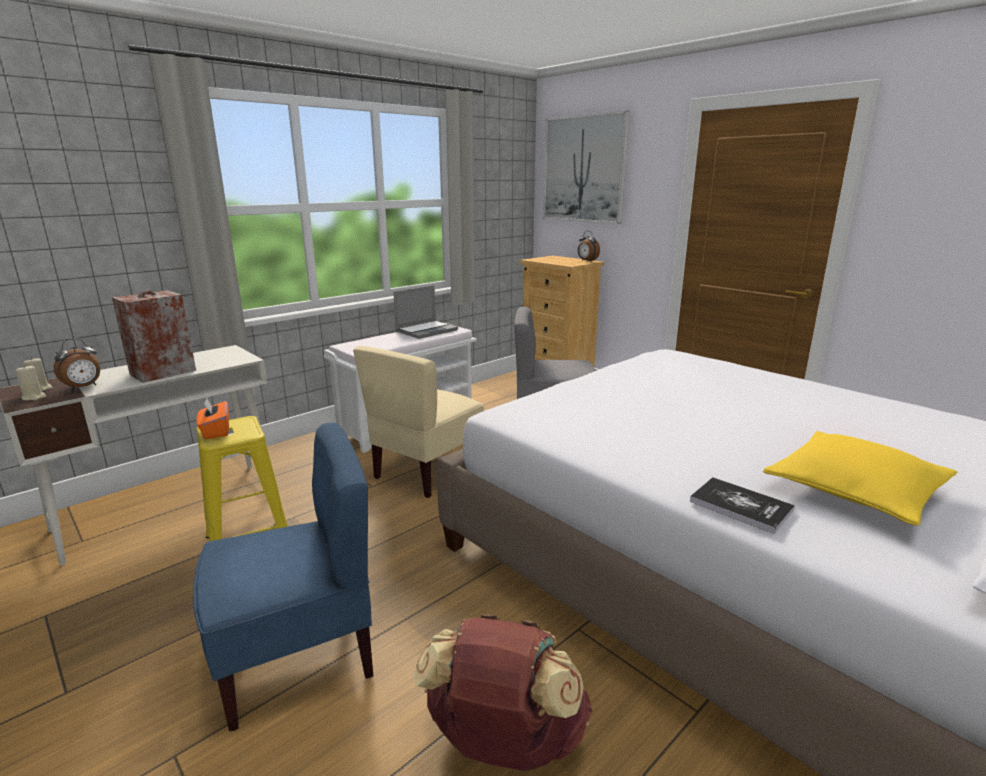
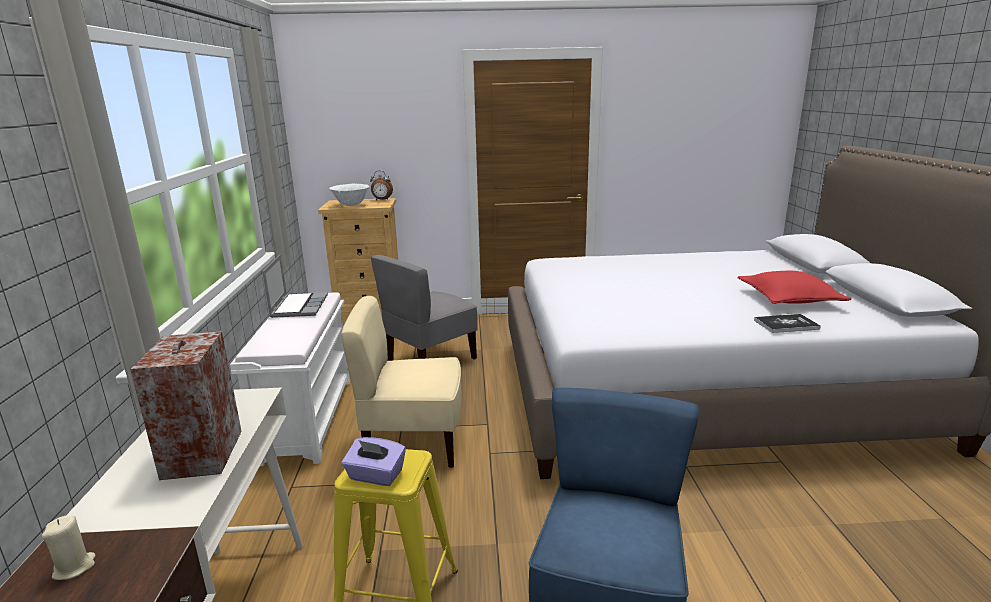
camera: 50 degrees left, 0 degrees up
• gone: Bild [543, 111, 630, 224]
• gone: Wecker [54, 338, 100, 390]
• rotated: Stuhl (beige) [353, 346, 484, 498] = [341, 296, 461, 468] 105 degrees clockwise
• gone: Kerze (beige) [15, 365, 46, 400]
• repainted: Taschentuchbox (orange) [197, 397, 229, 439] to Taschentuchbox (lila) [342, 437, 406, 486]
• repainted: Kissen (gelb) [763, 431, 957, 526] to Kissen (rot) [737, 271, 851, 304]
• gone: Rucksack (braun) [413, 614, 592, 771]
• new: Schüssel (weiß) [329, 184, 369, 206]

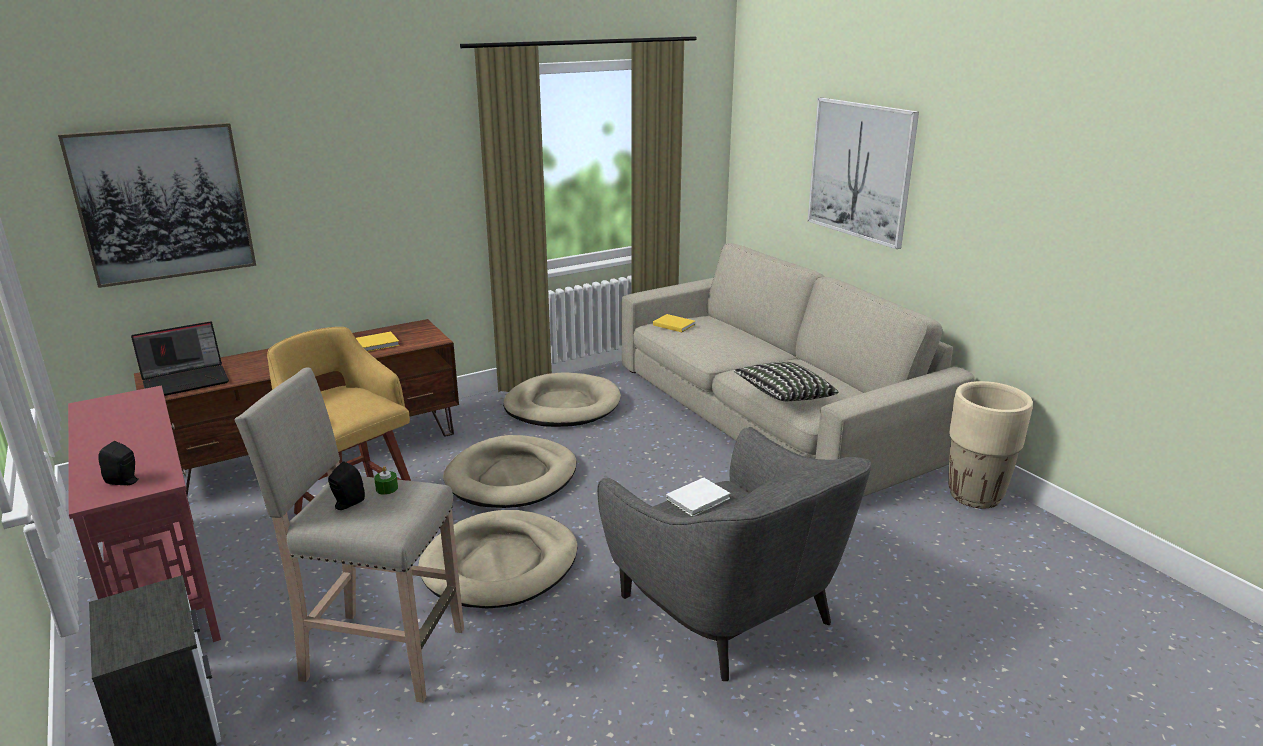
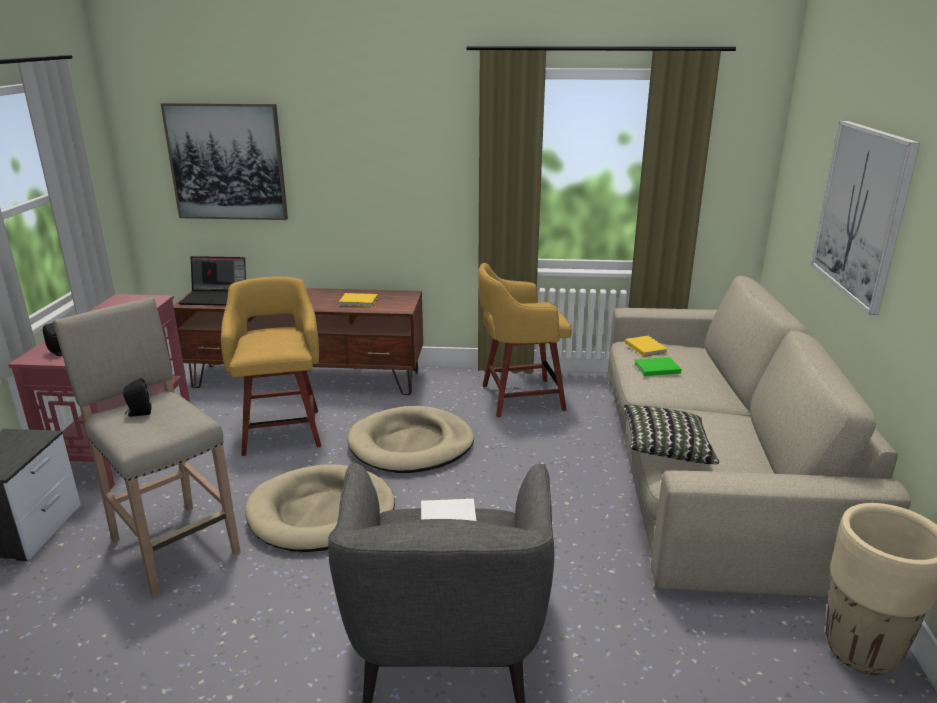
camera: 35 degrees right, 0 degrees up
• swapped: Hundebett (beige) [503, 372, 621, 427] to Hocker (gelb) [478, 263, 572, 417]
• gone: Kerze (grün) [374, 466, 398, 495]
• new: Buch (grün) [634, 357, 681, 376]

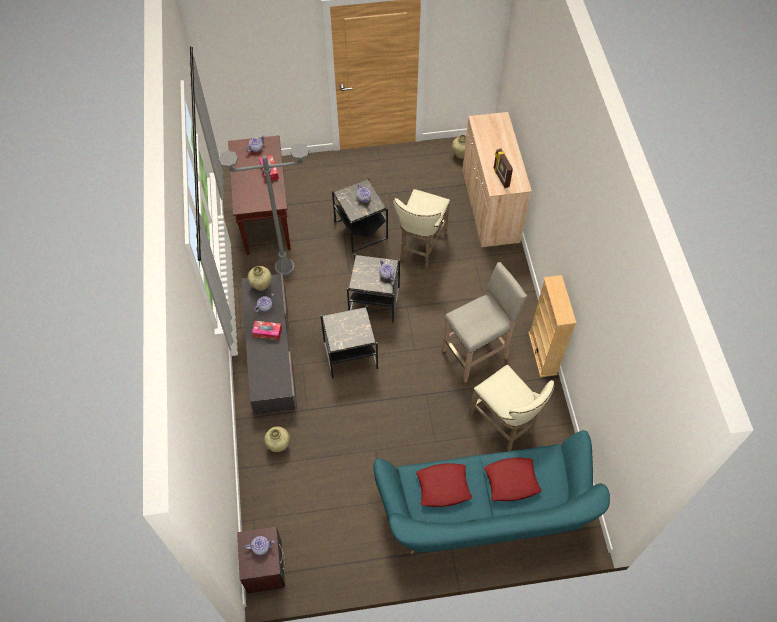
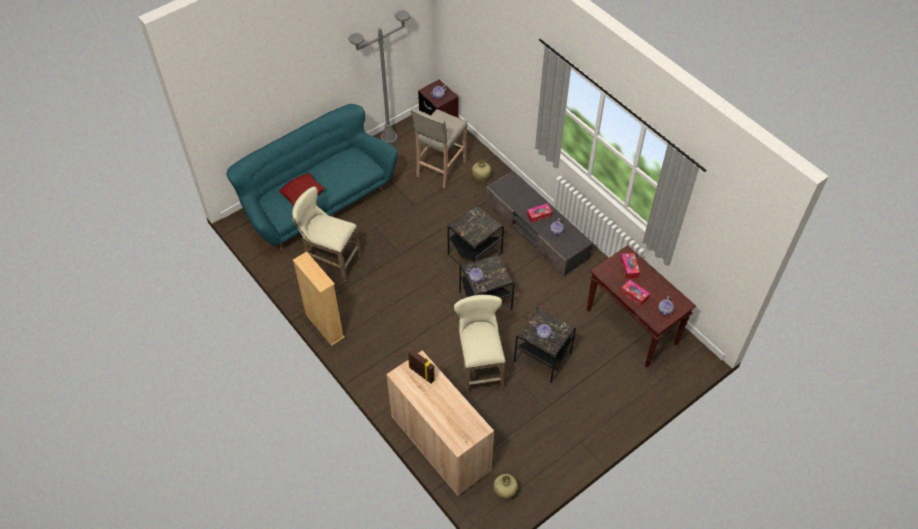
camera: 150 degrees right, 5 degrees down
• shifted: Stehlampe (grau) [219, 143, 309, 276] to [348, 10, 411, 144]
• shifted: Hocker (beige) [442, 262, 527, 382] to [411, 108, 468, 189]
• gone: Vase (beige) [248, 266, 272, 291]
• gone: Kissen (rot) [416, 463, 472, 507]
• new: Taschentuchbox [620, 253, 640, 279]

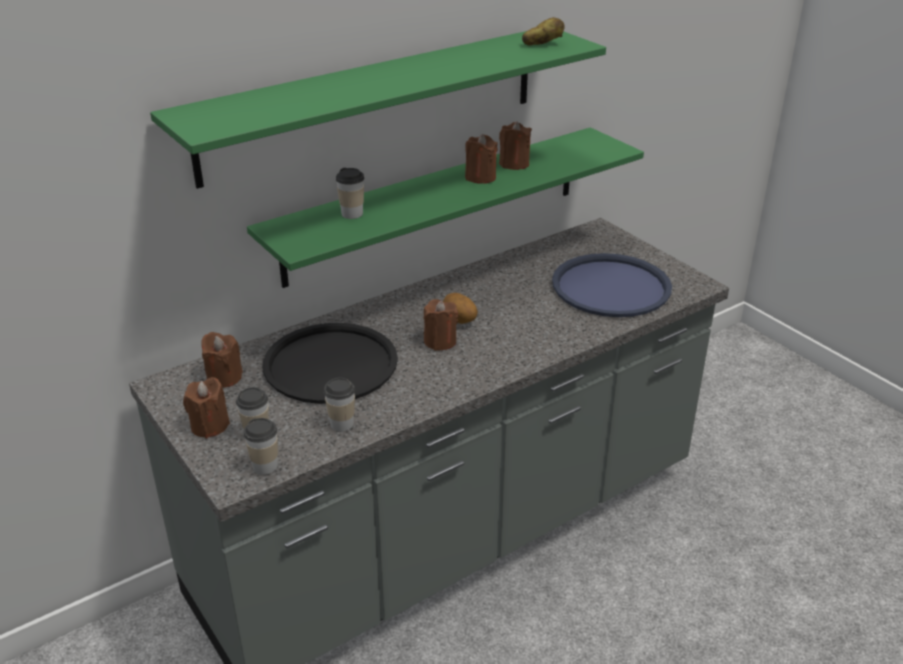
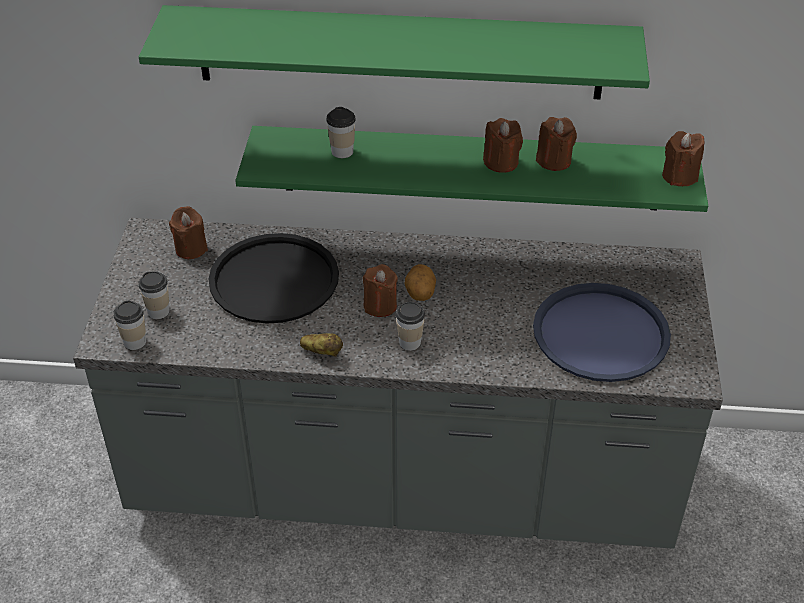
camera: 40 degrees right, 10 degrees up
• shifted: Kartoffel [522, 17, 565, 45] to [300, 333, 343, 357]
• shifted: Kerze (braun) [183, 377, 230, 438] to [662, 131, 705, 186]
• shifted: Tasse [324, 378, 355, 432] to [396, 302, 425, 351]

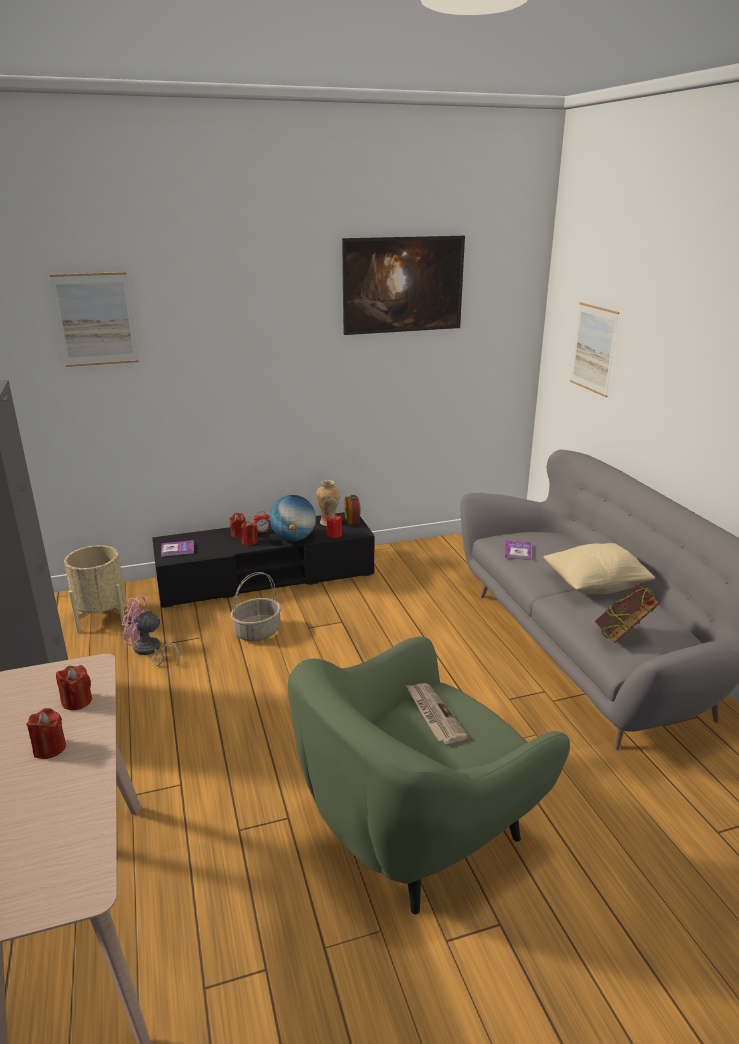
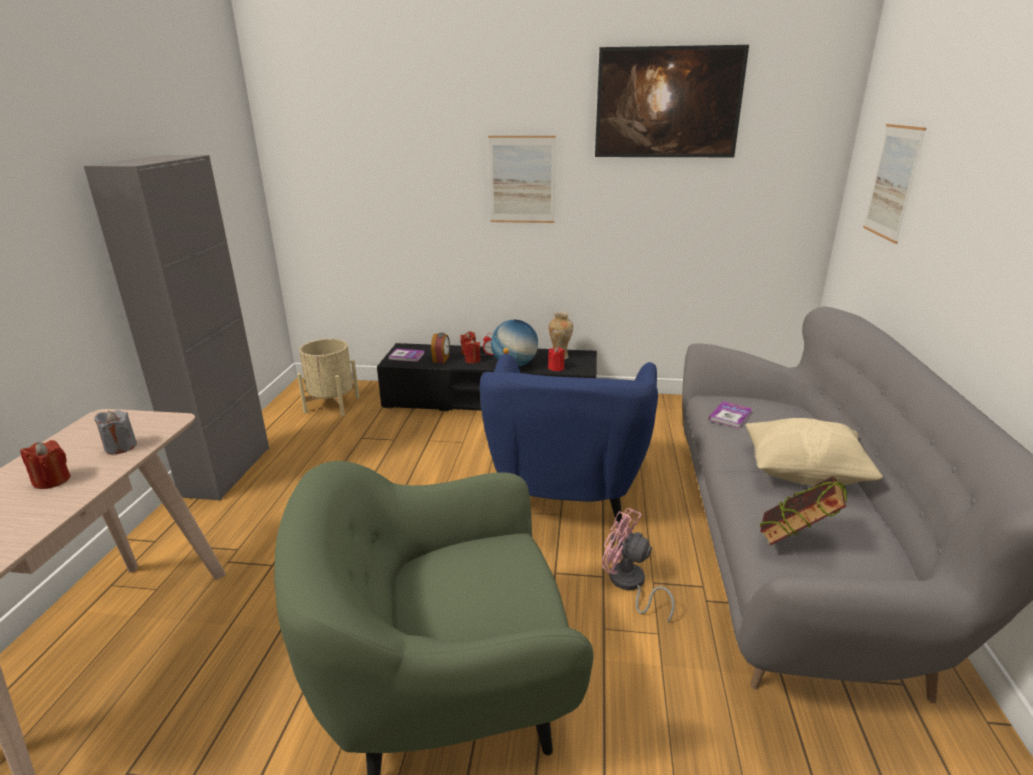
camera: 25 degrees right, 0 degrees up
• shifted: Bild [50, 272, 139, 367] to [488, 136, 556, 223]
• shifted: Wecker [344, 495, 361, 524] to [431, 333, 450, 363]
• gone: Korb [231, 572, 281, 641]
• shifted: Ventilator (rosa) [122, 596, 180, 666] to [602, 508, 675, 622]
• repainted: Kerze (rot) [56, 665, 92, 710] to Kerze (grau) [94, 410, 137, 454]
• gone: Zeitung [406, 683, 468, 744]
• new: Sessel (blau) [480, 354, 658, 523]

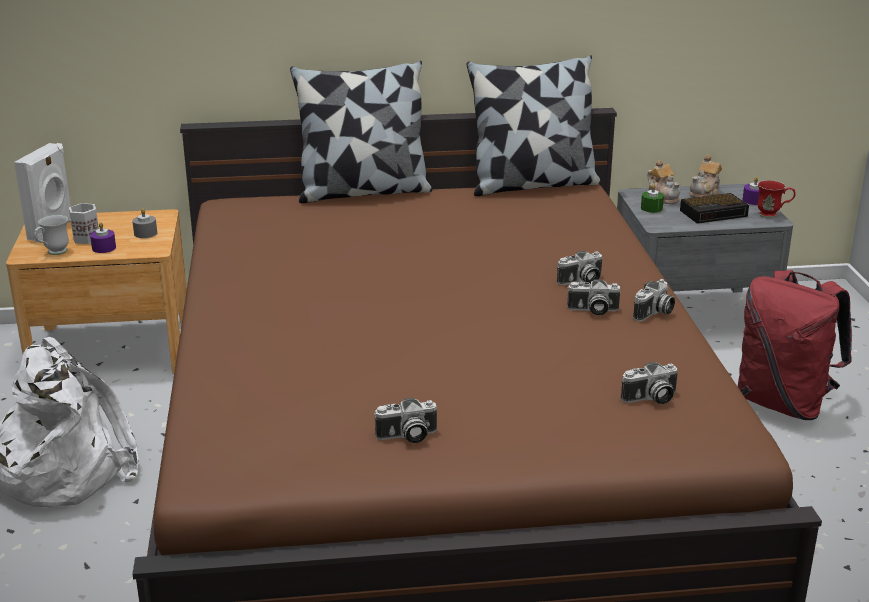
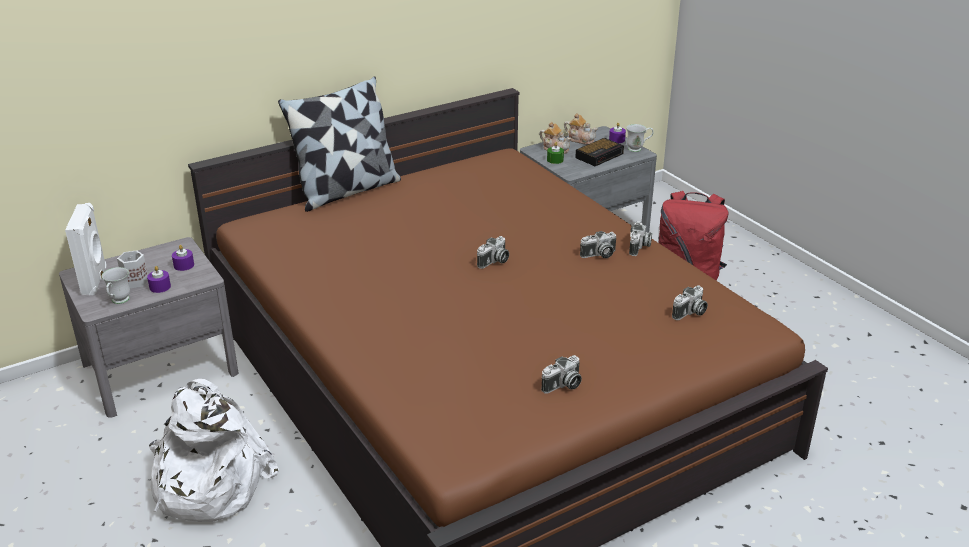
camera: 25 degrees left, 5 degrees up
• gone: Kissen [466, 55, 601, 196]
• rotated: Teekanne [689, 155, 722, 198] = [564, 113, 598, 145] 75 degrees counterclockwise
• repainted: Henkelbecher (rot) [757, 180, 796, 218] to Henkelbecher (weiß) [626, 124, 654, 152]
• repainted: Kerze (grau) [132, 208, 157, 238] to Kerze (lila) [172, 245, 194, 271]
• repainted: Nachttisch (braun) [6, 209, 187, 374] to Nachttisch (grau) [59, 237, 238, 418]
• shifted: Kamera [557, 251, 602, 285] to [477, 236, 509, 269]

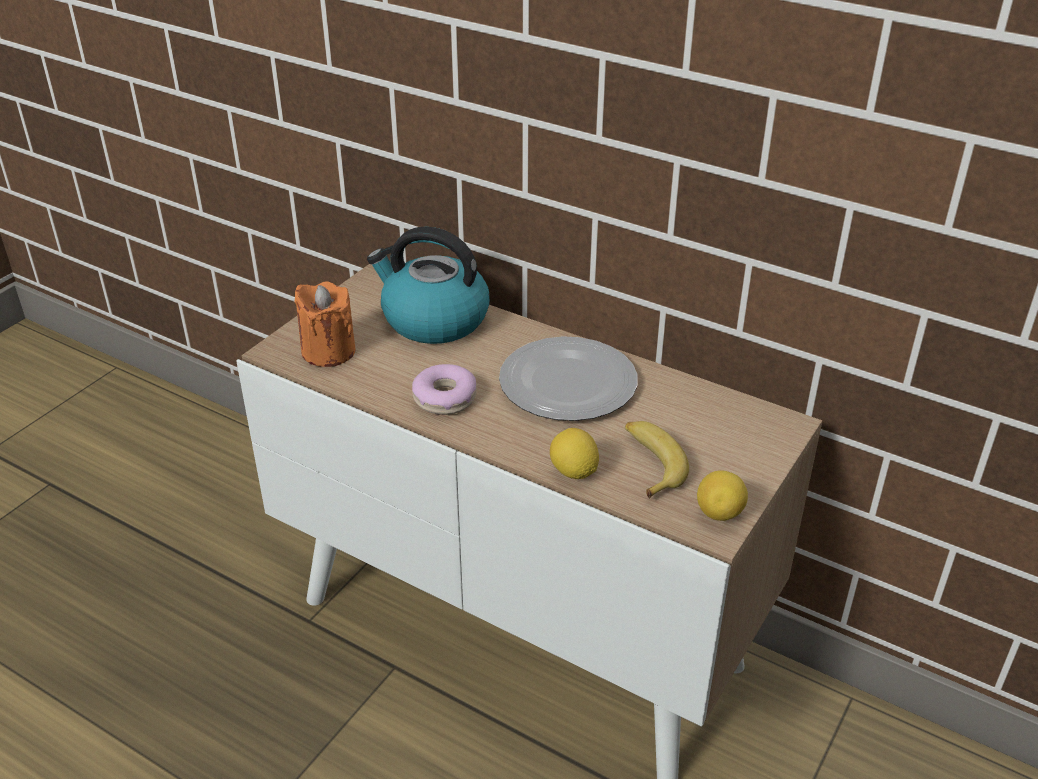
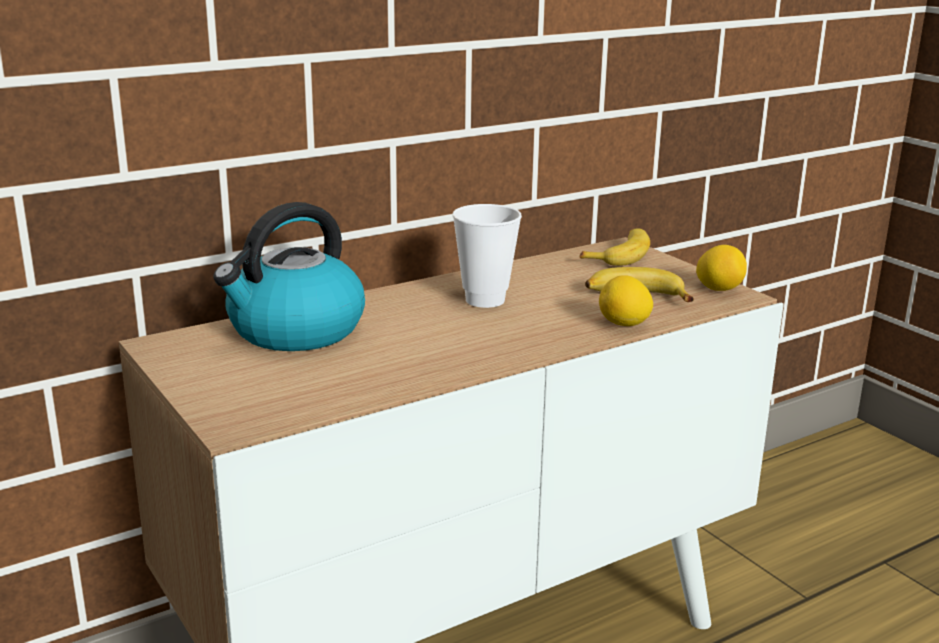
camera: 65 degrees left, 15 degrees down
• gone: Kerze (orange) [294, 281, 355, 367]
• swapped: Teller [499, 336, 638, 421] to Tasse [453, 204, 522, 308]
• gone: Donut [412, 364, 477, 415]
• new: Banane [579, 228, 650, 266]

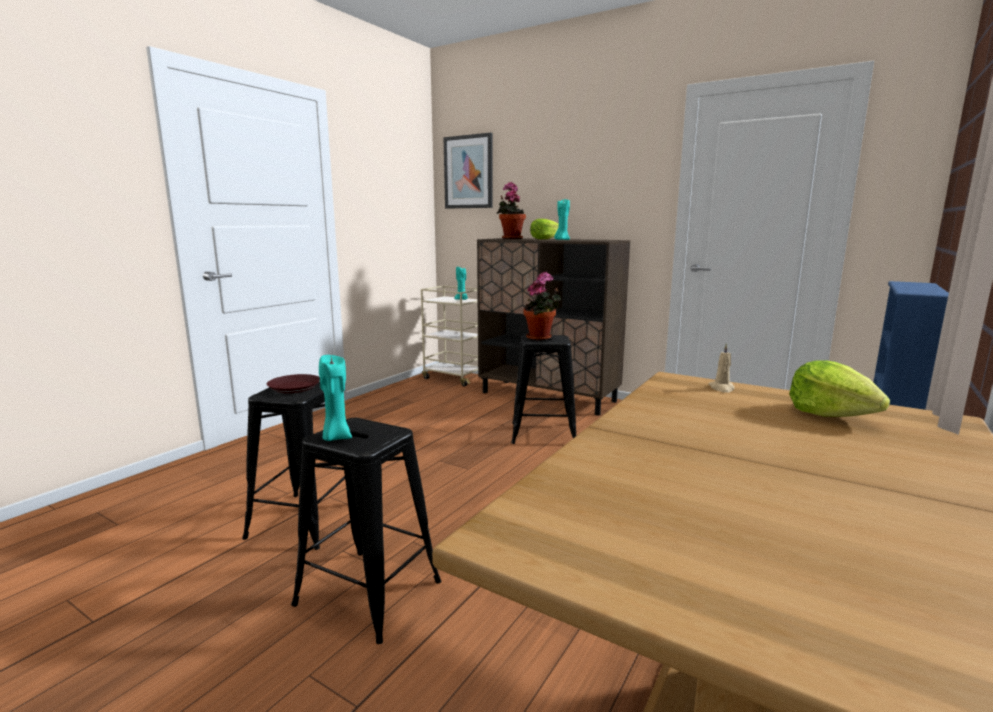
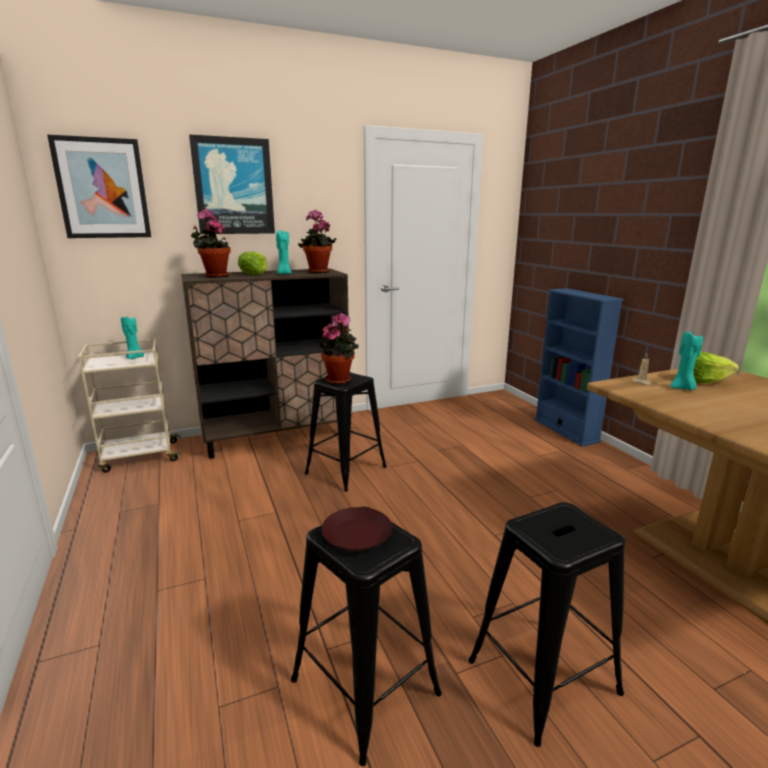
camera: 55 degrees left, 5 degrees up
• shifted: Kerze (türkis) [319, 355, 352, 441] to [671, 332, 703, 390]
• new: Bild [189, 134, 275, 234]
• new: Topfpflanze [298, 210, 336, 273]

